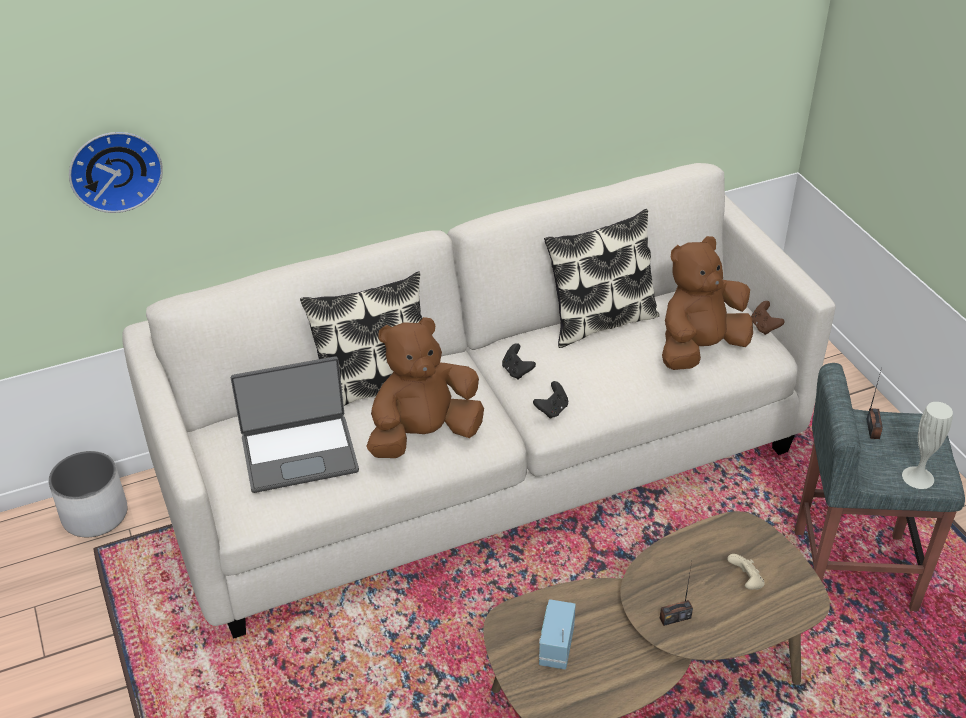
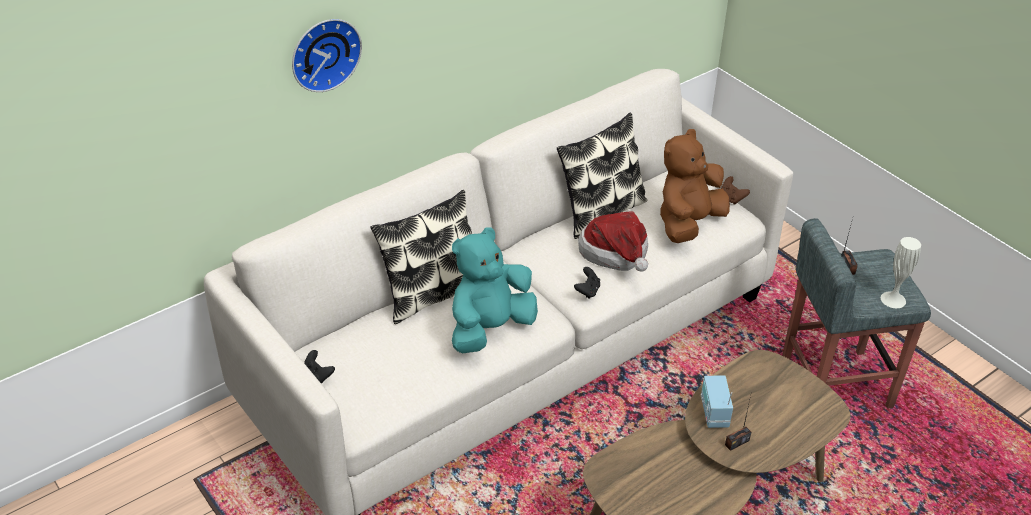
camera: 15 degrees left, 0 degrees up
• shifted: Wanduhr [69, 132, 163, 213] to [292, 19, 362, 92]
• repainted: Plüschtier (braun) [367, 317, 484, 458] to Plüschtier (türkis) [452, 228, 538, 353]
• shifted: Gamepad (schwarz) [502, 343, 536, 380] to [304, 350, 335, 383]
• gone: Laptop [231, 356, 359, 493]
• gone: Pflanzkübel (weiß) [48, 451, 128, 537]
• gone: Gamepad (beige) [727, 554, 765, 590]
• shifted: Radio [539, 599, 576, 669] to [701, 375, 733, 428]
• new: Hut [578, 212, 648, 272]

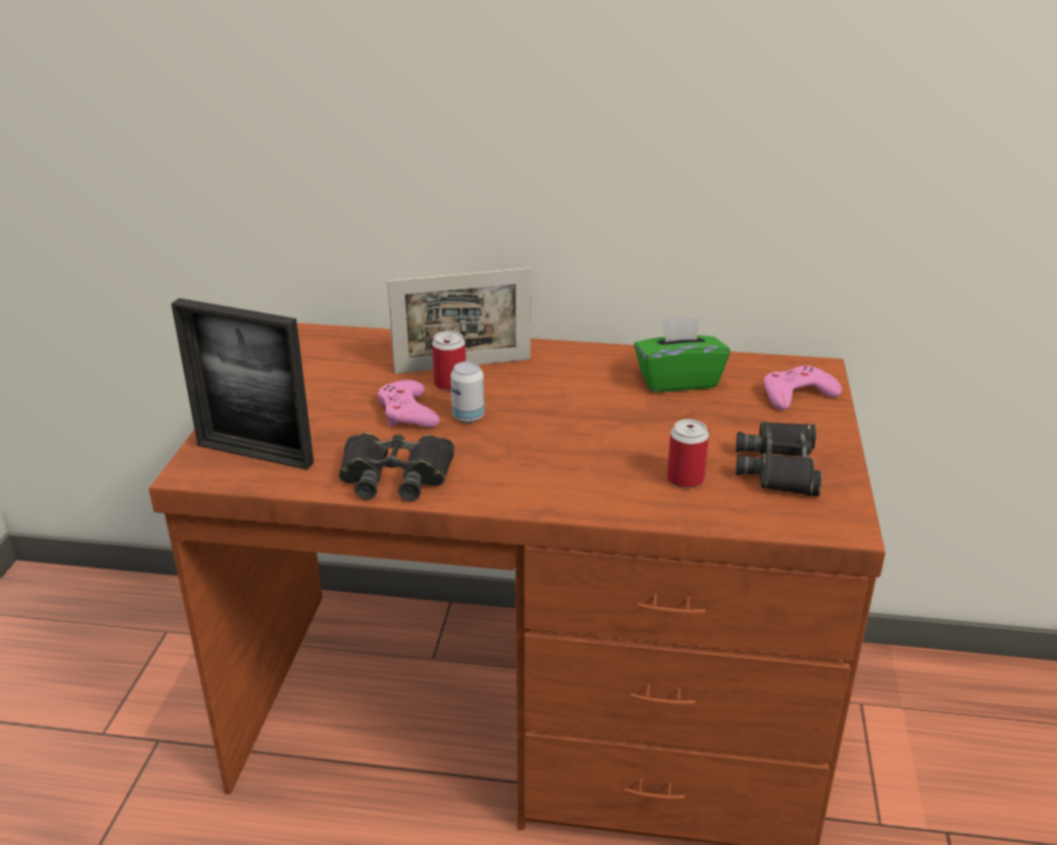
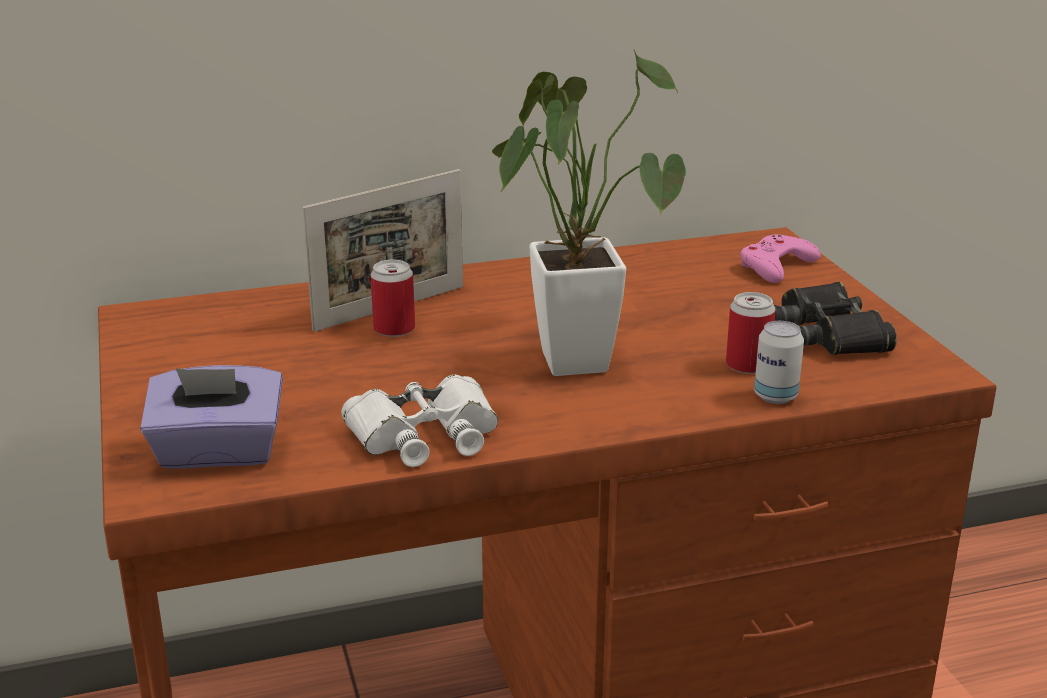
camera: 25 degrees left, 5 degrees down
• swapped: Bilderrahmen [171, 298, 314, 470] to Taschentuchbox (lila) [140, 365, 283, 469]
• gone: Taschentuchbox (grün) [634, 317, 730, 392]
• shifted: Dose [451, 361, 485, 423] to [754, 321, 804, 404]
• gone: Gamepad (rosa) [378, 380, 440, 427]
• repainted: Fernglas (schwarz) [339, 433, 455, 501] to Fernglas (weiß) [342, 374, 498, 467]
• new: Topfpflanze [492, 50, 686, 376]

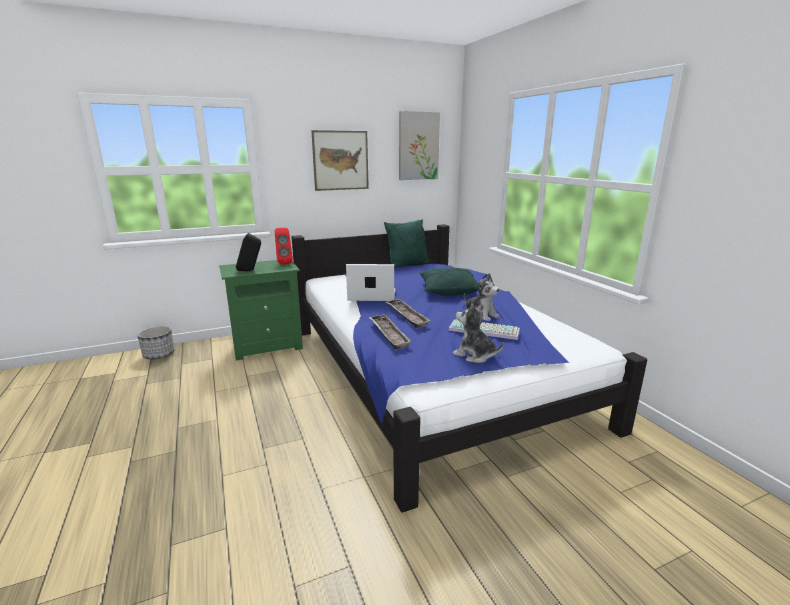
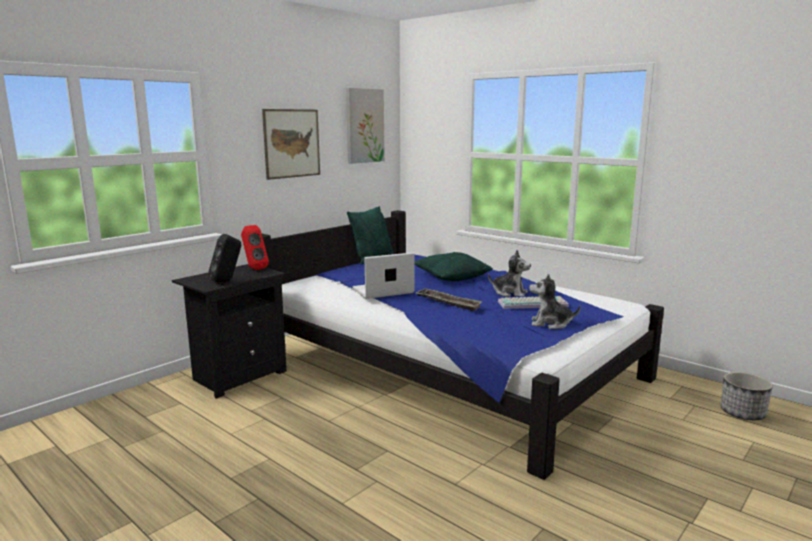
camera: 25 degrees left, 5 degrees down
• repainted: Nachttisch (grün) [219, 260, 303, 361] to Nachttisch (schwarz) [172, 264, 287, 399]
• gone: Tablett [369, 314, 412, 349]
• shifted: Pflanzkübel [137, 326, 174, 359] to [721, 372, 773, 420]

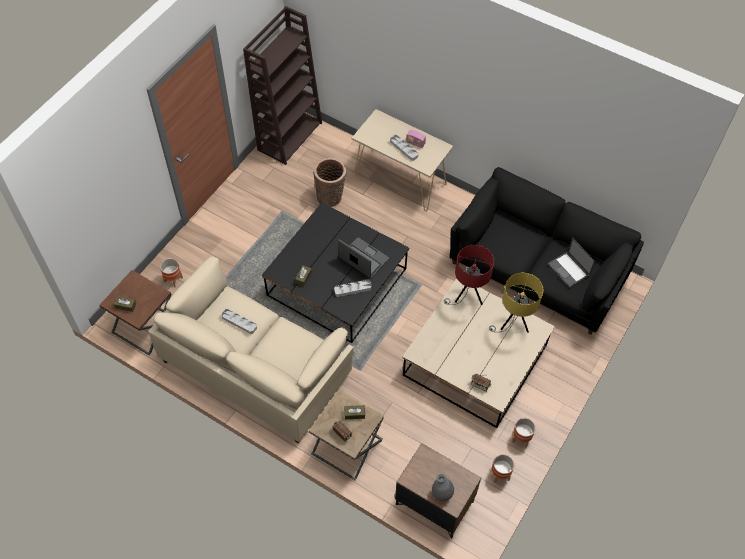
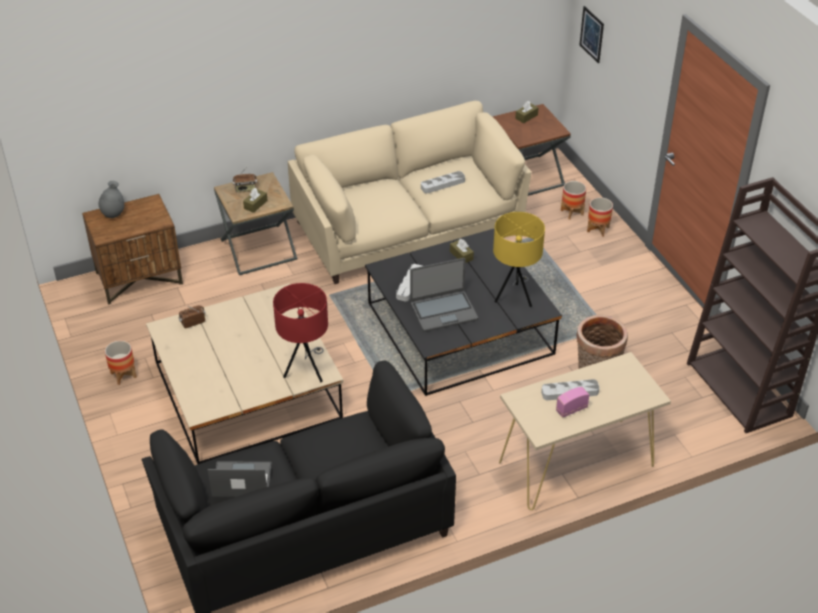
camera: 125 degrees right, 15 degrees down
• shifted: Tischlampe (gelb) [489, 273, 543, 333] to [493, 212, 545, 307]
• shifted: Pflanzkübel [492, 454, 514, 483] to [587, 197, 613, 237]
• new: Bild [580, 6, 604, 63]

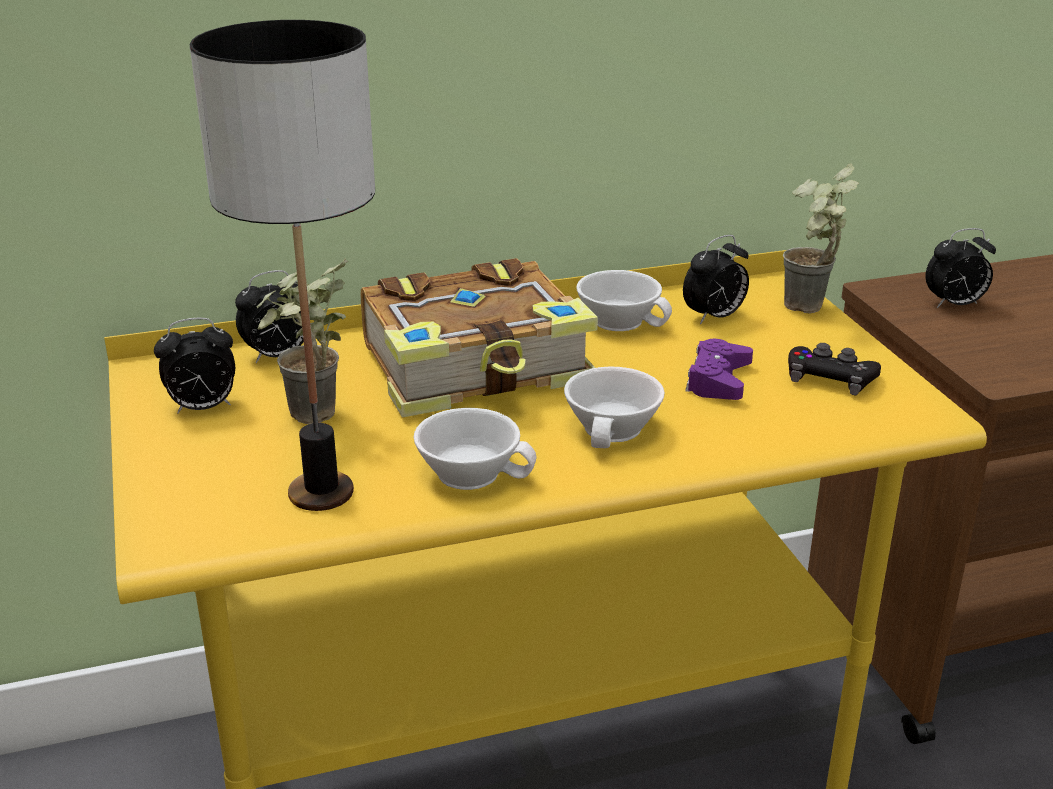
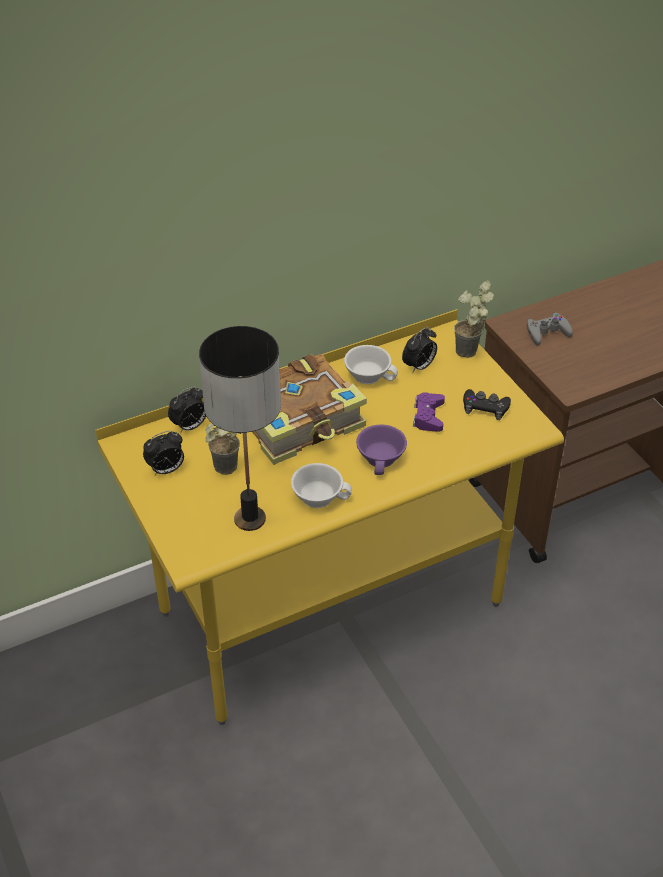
camera: 10 degrees left, 15 degrees up
• swapped: Wecker [925, 228, 996, 308] to Gamepad (grau) [527, 312, 573, 346]
• repainted: Tasse (weiß) [564, 367, 665, 448] to Tasse (lila) [356, 424, 407, 475]

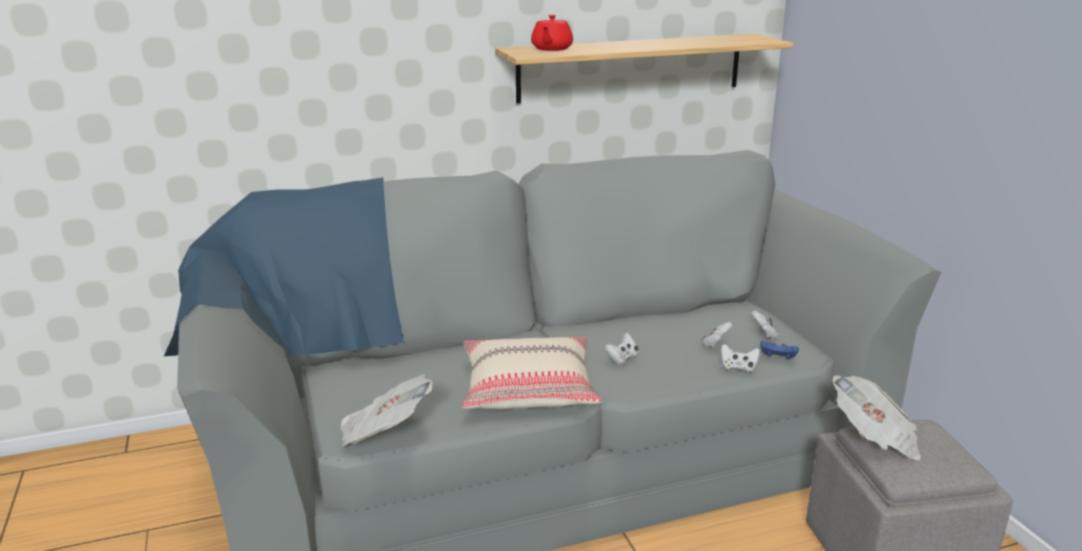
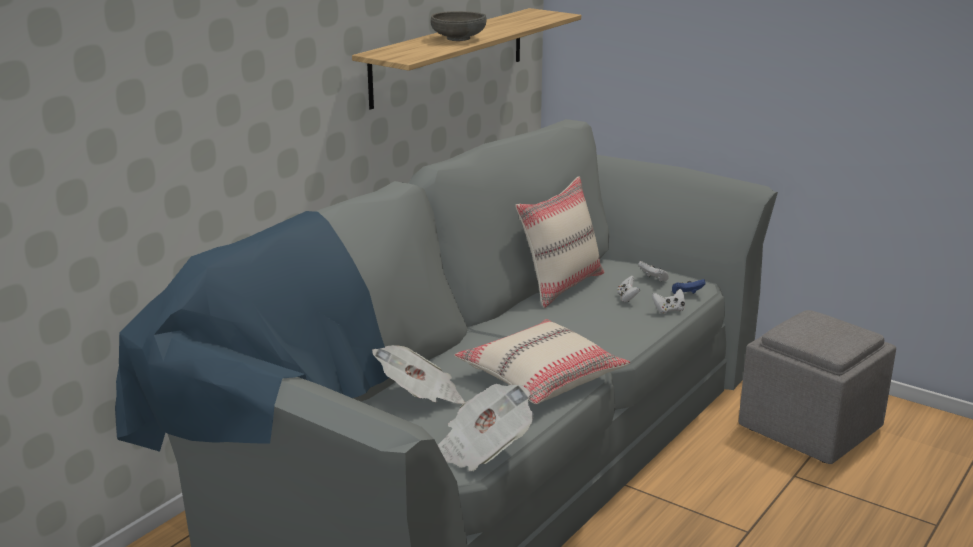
camera: 35 degrees left, 0 degrees up
• gone: Teekanne (rot) [531, 15, 573, 51]
• gone: Gamepad (weiß) [605, 333, 638, 365]
• shifted: Zeitung [832, 375, 921, 461] to [372, 345, 465, 404]
• new: Schüssel (grau) [431, 11, 487, 41]
• new: Kissen (beige) [515, 176, 604, 308]

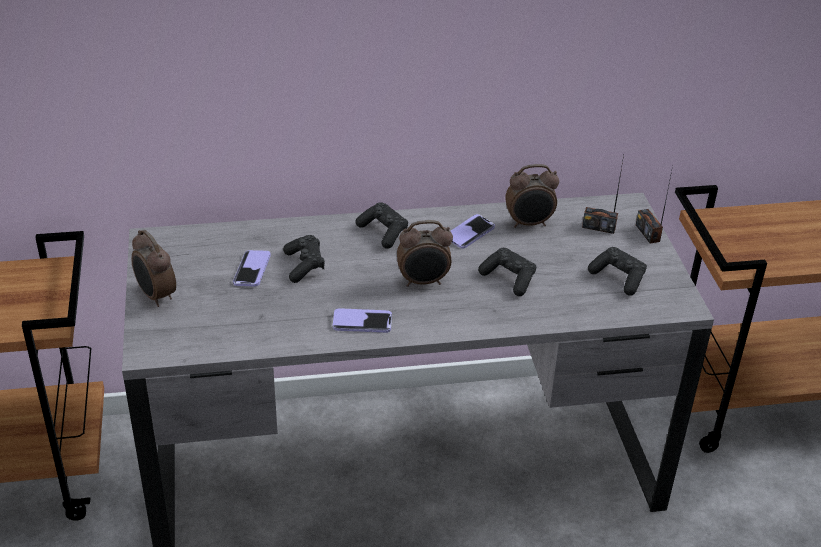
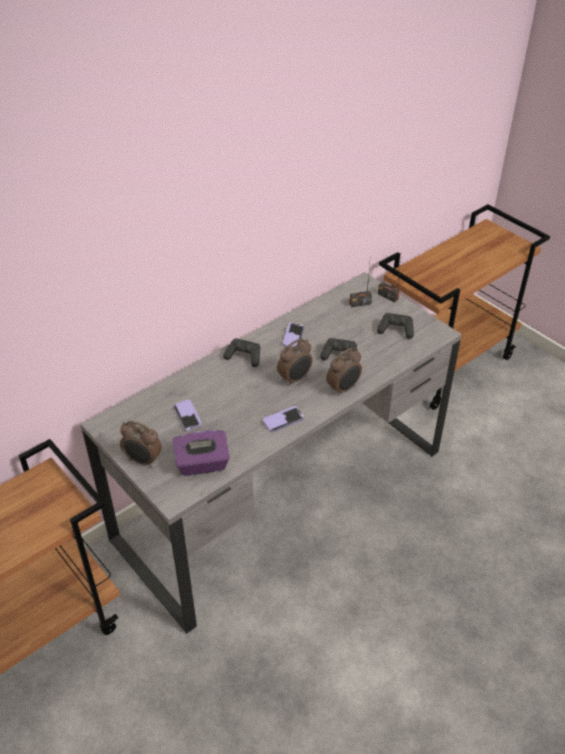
camera: 30 degrees left, 5 degrees up
• shifted: Wecker [505, 164, 559, 228] to [326, 348, 362, 396]
• gone: Gamepad (schwarz) [283, 235, 325, 283]
• new: Taschentuchbox (lila) [172, 430, 230, 476]

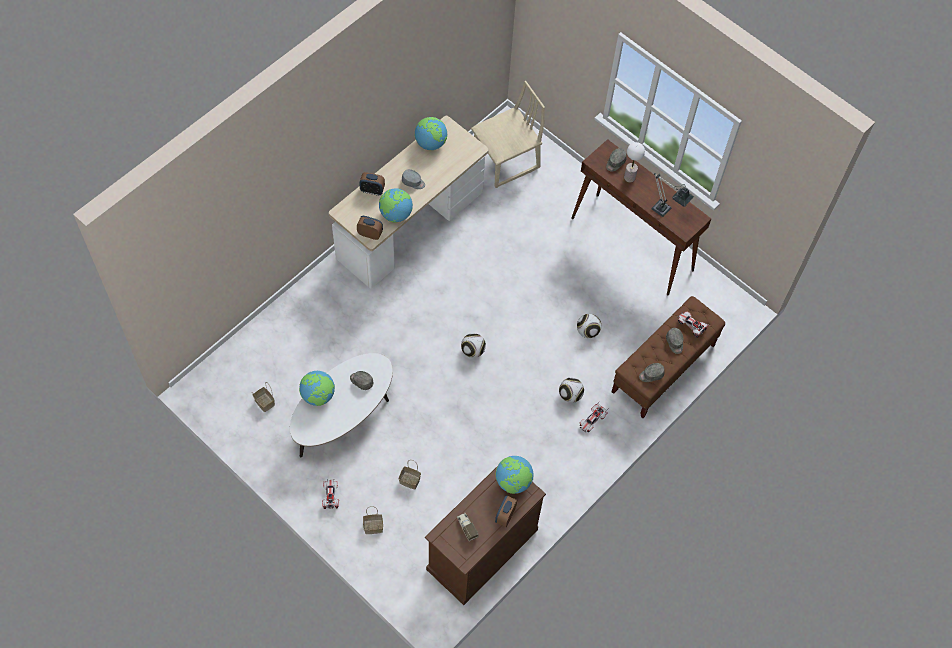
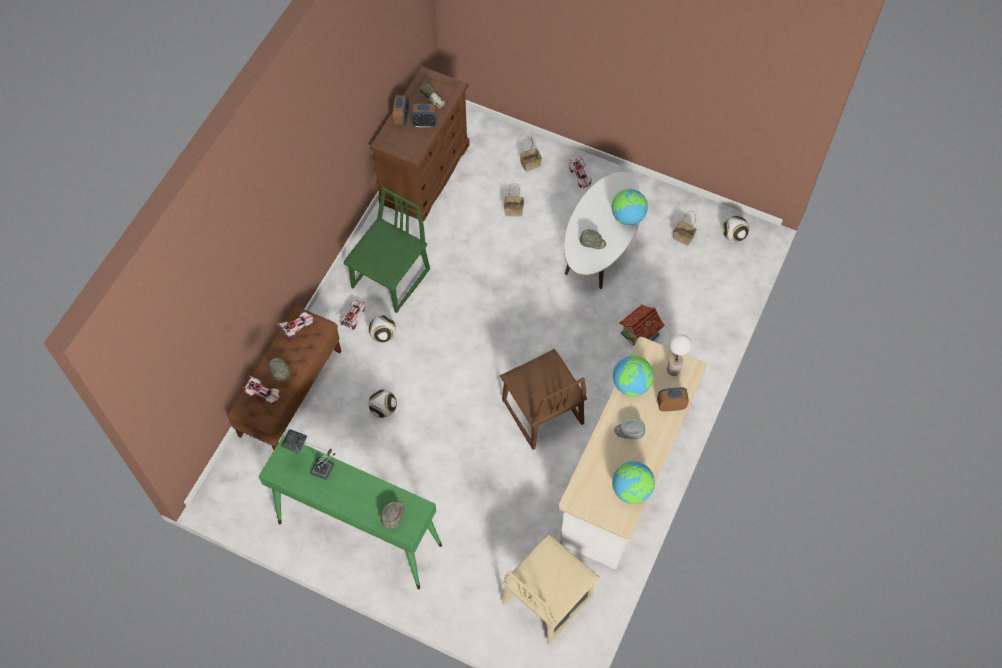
camera: 165 degrees right, 0 degrees up
• repainted: Konsolentisch (braun) [571, 139, 711, 295] to Konsolentisch (grün) [258, 435, 442, 589]
• shifted: Tischlampe [624, 142, 645, 183] to [667, 334, 691, 376]
• shifted: Wecker [357, 216, 383, 240] to [411, 104, 437, 128]
• shifted: Fußball [461, 333, 486, 358] to [723, 216, 749, 242]
• swapped: Kappe (grau) [639, 363, 665, 382] to Spielzeugauto [277, 312, 315, 340]
• gone: Globus [496, 456, 533, 494]
• new: Stuhl (grün) [343, 187, 430, 313]
• new: Spielzeughaus [619, 305, 665, 346]
• new: Stuhl (braun) [500, 349, 587, 450]

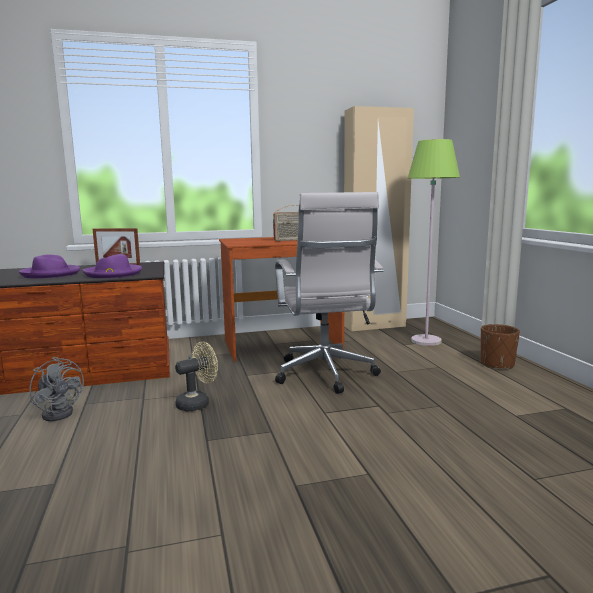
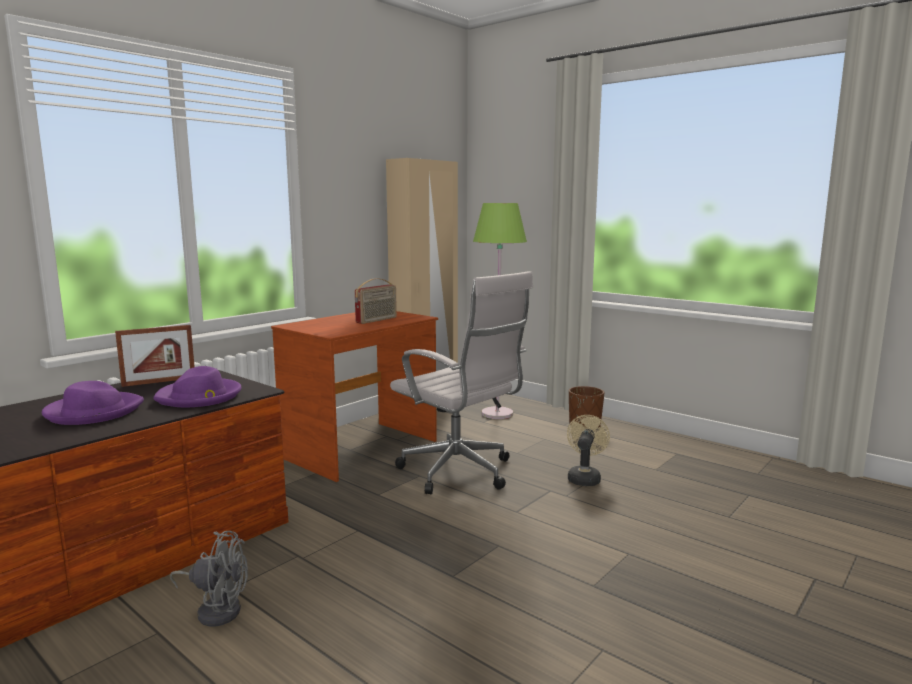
camera: 35 degrees left, 0 degrees up
• shifted: Ventilator (beige) [175, 342, 218, 412] to [567, 415, 610, 486]

